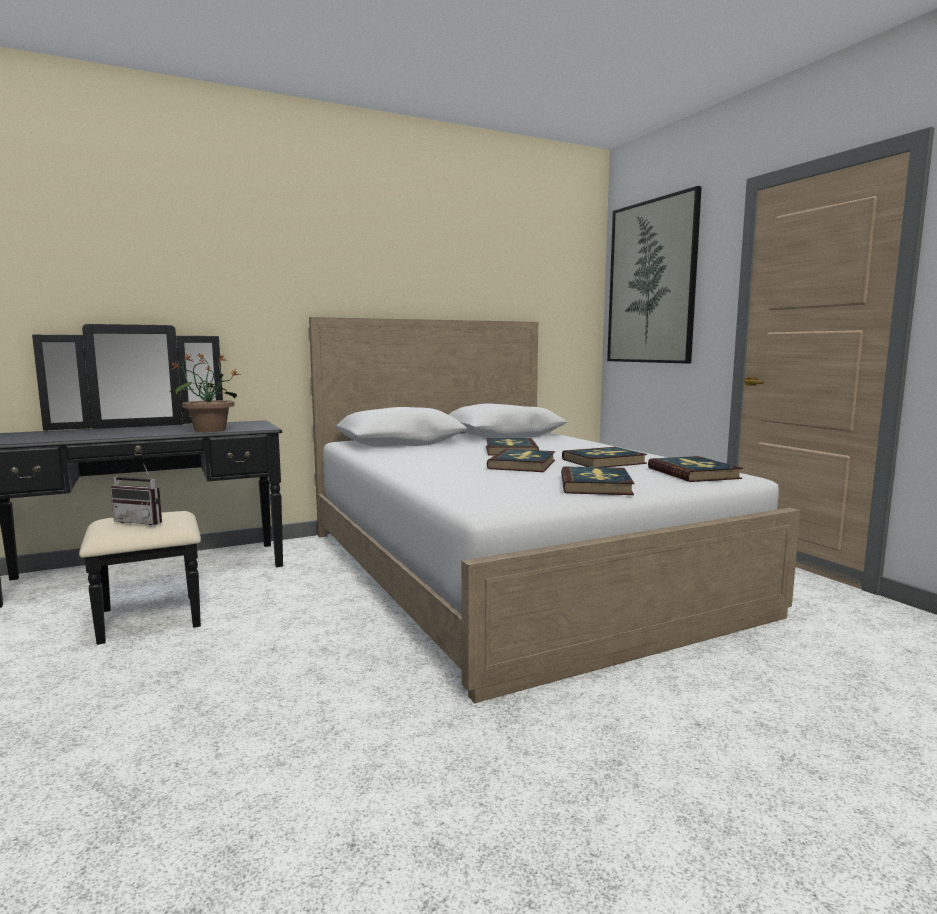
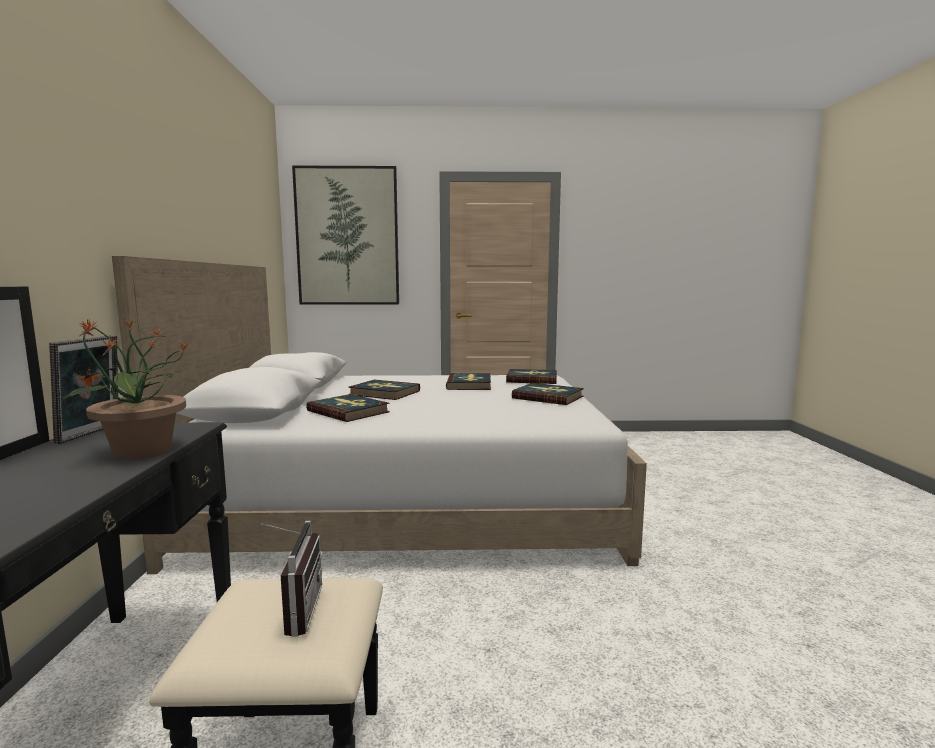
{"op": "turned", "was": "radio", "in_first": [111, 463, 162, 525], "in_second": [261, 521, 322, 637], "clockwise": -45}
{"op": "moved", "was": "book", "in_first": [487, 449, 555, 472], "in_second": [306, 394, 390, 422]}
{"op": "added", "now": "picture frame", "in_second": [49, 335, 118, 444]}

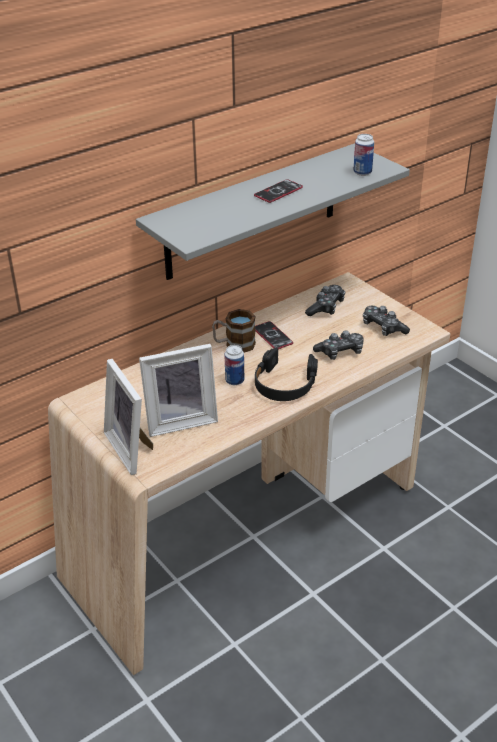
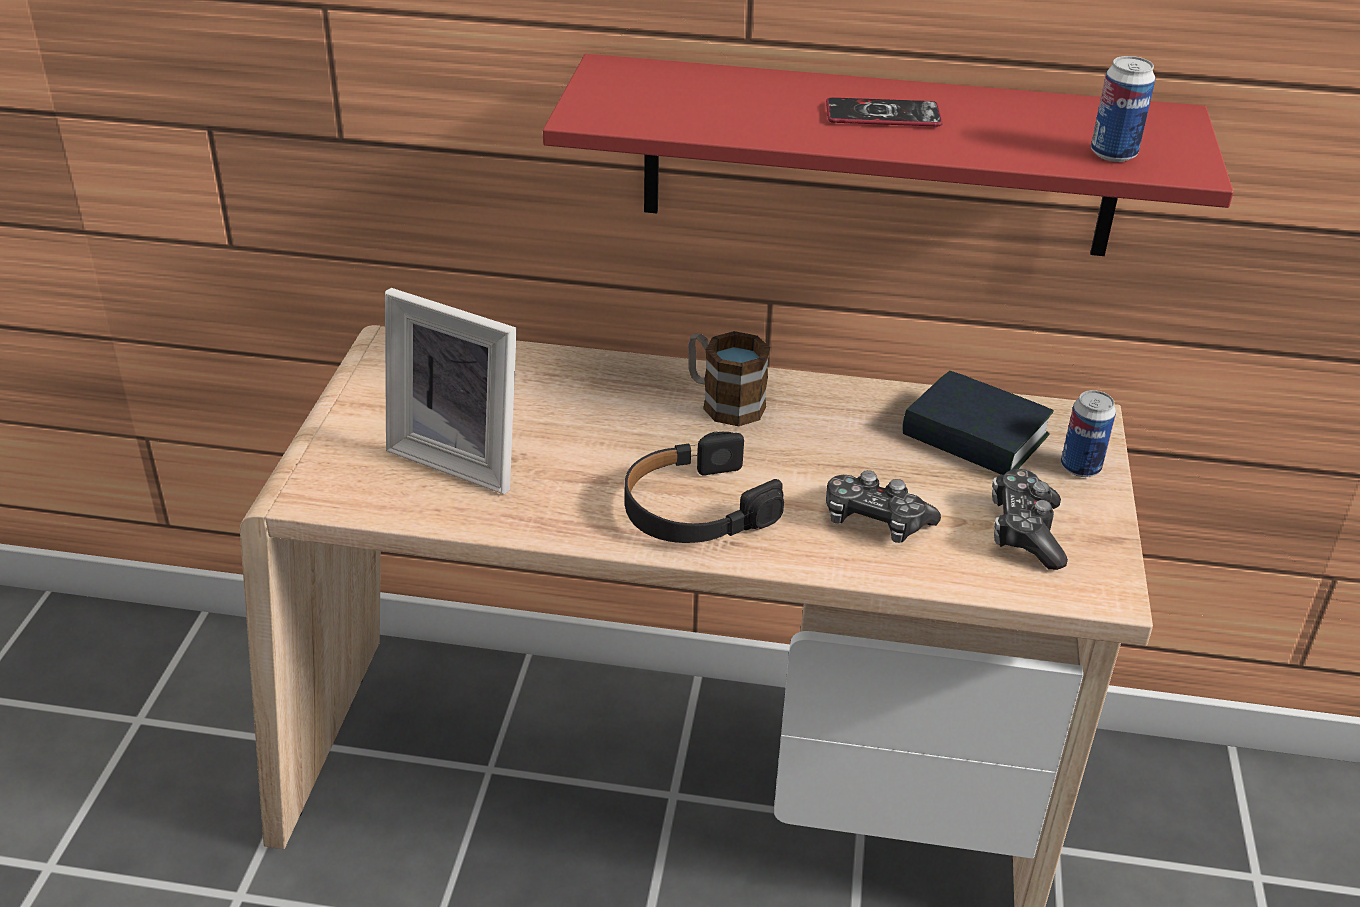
{"op": "removed", "was": "picture frame", "in_first": [104, 359, 153, 475]}
{"op": "recoloured", "was": "shelf/grey", "now": "shelf/red", "in_first": [136, 144, 410, 280], "in_second": [543, 54, 1234, 256]}
{"op": "moved", "was": "can", "in_first": [224, 345, 244, 385], "in_second": [1061, 390, 1116, 477]}
{"op": "removed", "was": "phone", "in_first": [255, 321, 293, 349]}
{"op": "replaced", "was": "game controller", "now": "book", "in_first": [305, 285, 345, 316], "in_second": [902, 371, 1054, 475]}

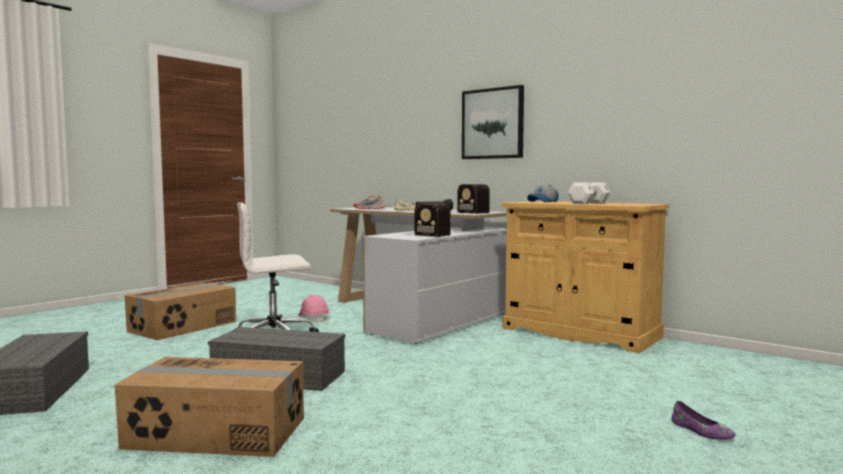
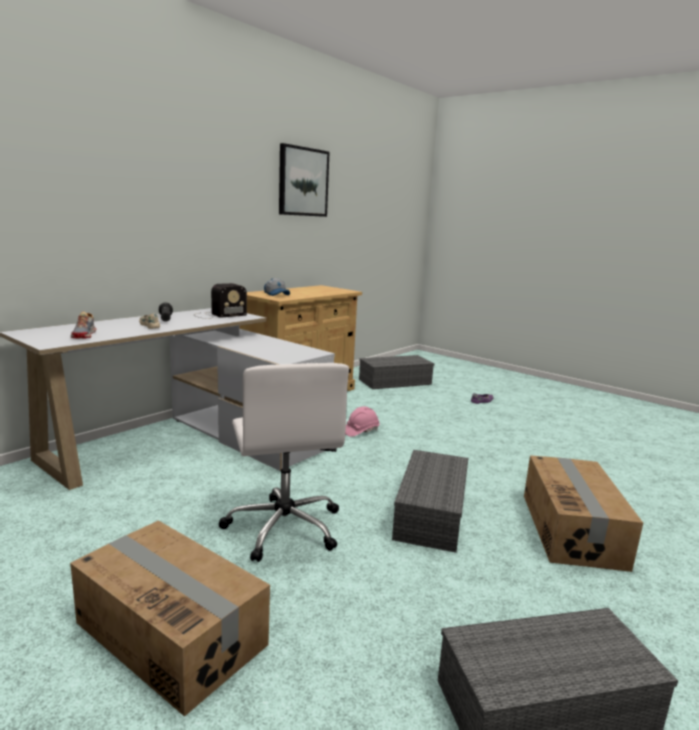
{"op": "moved", "was": "hard hat/pink", "in_first": [298, 295, 329, 322], "in_second": [345, 407, 379, 437]}
{"op": "removed", "was": "radio", "in_first": [404, 203, 451, 237]}
{"op": "moved", "was": "picture", "in_first": [462, 85, 524, 159], "in_second": [279, 143, 330, 217]}
{"op": "removed", "was": "dumbbell/white", "in_first": [568, 182, 610, 204]}
{"op": "added", "now": "storage box/grey", "in_second": [359, 355, 434, 389]}

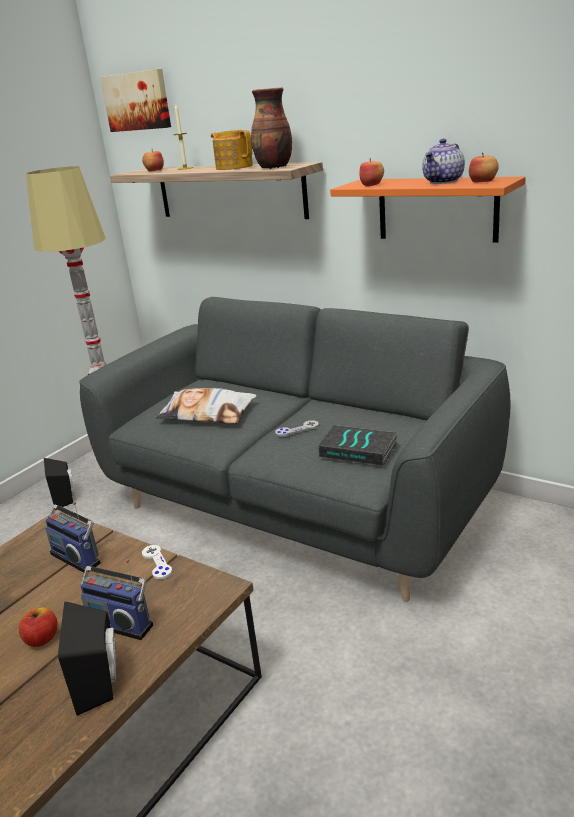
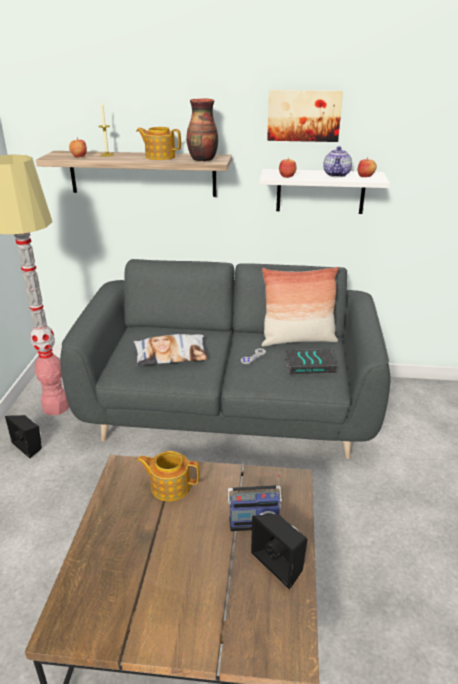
{"op": "removed", "was": "apple", "in_first": [19, 607, 57, 647]}
{"op": "replaced", "was": "radio", "now": "teapot", "in_first": [45, 502, 101, 573], "in_second": [137, 451, 200, 501]}
{"op": "moved", "was": "picture", "in_first": [100, 69, 171, 132], "in_second": [267, 90, 343, 142]}
{"op": "removed", "was": "game controller/white", "in_first": [142, 545, 172, 579]}
{"op": "recoloured", "was": "shelf/orange", "now": "shelf/white", "in_first": [330, 177, 526, 243], "in_second": [260, 169, 390, 214]}
{"op": "added", "now": "pillow", "in_second": [262, 267, 339, 346]}

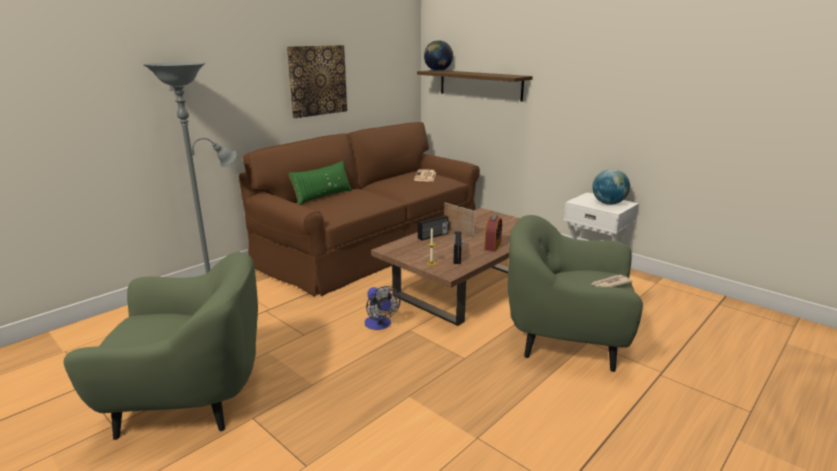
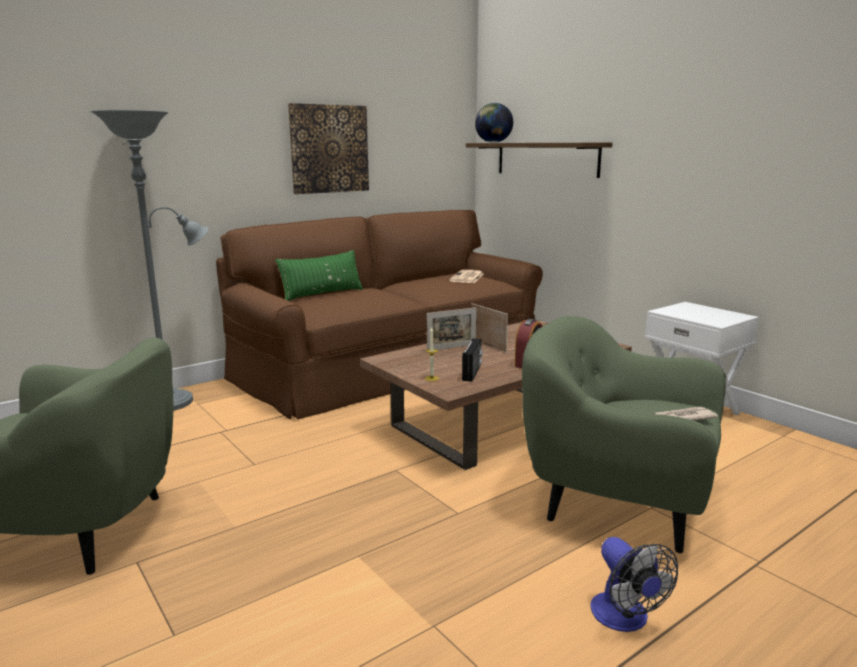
{"op": "moved", "was": "fan", "in_first": [365, 286, 401, 330], "in_second": [591, 537, 678, 632]}
{"op": "replaced", "was": "radio", "now": "picture frame", "in_first": [418, 215, 449, 241], "in_second": [427, 307, 477, 350]}
{"op": "removed", "was": "globe", "in_first": [592, 169, 630, 205]}

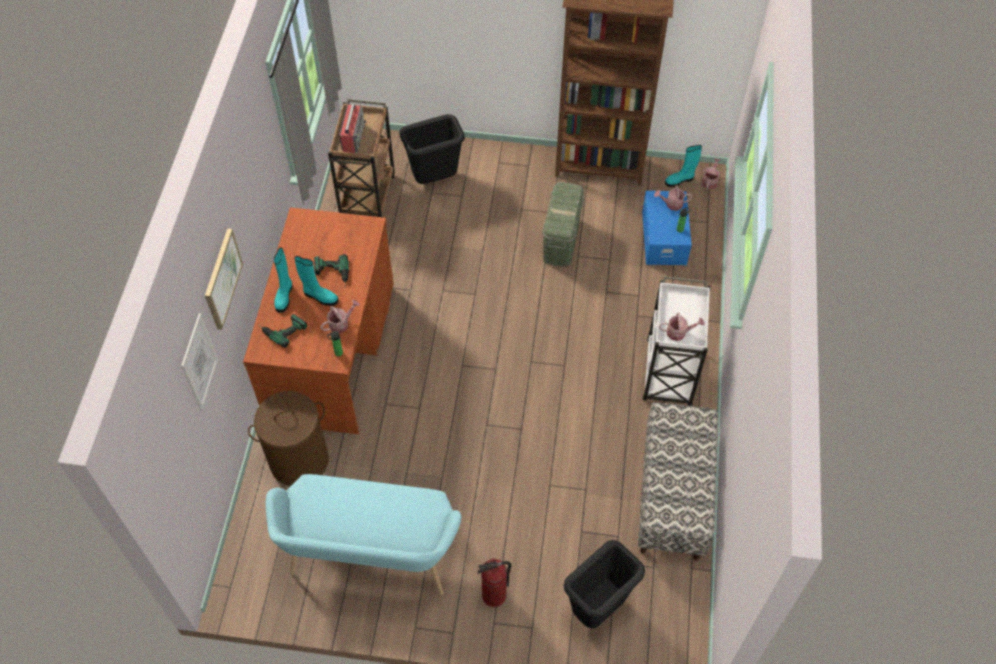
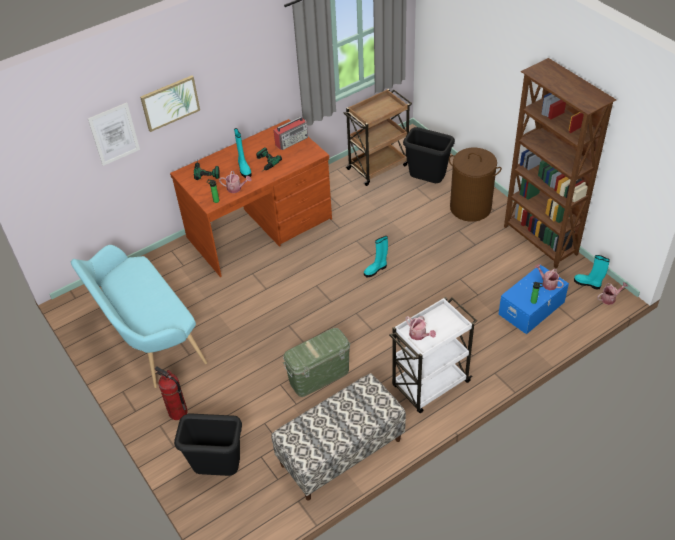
{"op": "moved", "was": "laundry basket/brown", "in_first": [248, 391, 329, 486], "in_second": [449, 148, 502, 222]}
{"op": "moved", "was": "boot/turquoise", "in_first": [274, 247, 293, 313], "in_second": [364, 236, 388, 277]}
{"op": "moved", "was": "radio", "in_first": [339, 102, 366, 153], "in_second": [274, 117, 308, 150]}
{"op": "moved", "was": "storage box/green", "in_first": [542, 182, 584, 267], "in_second": [283, 328, 351, 397]}

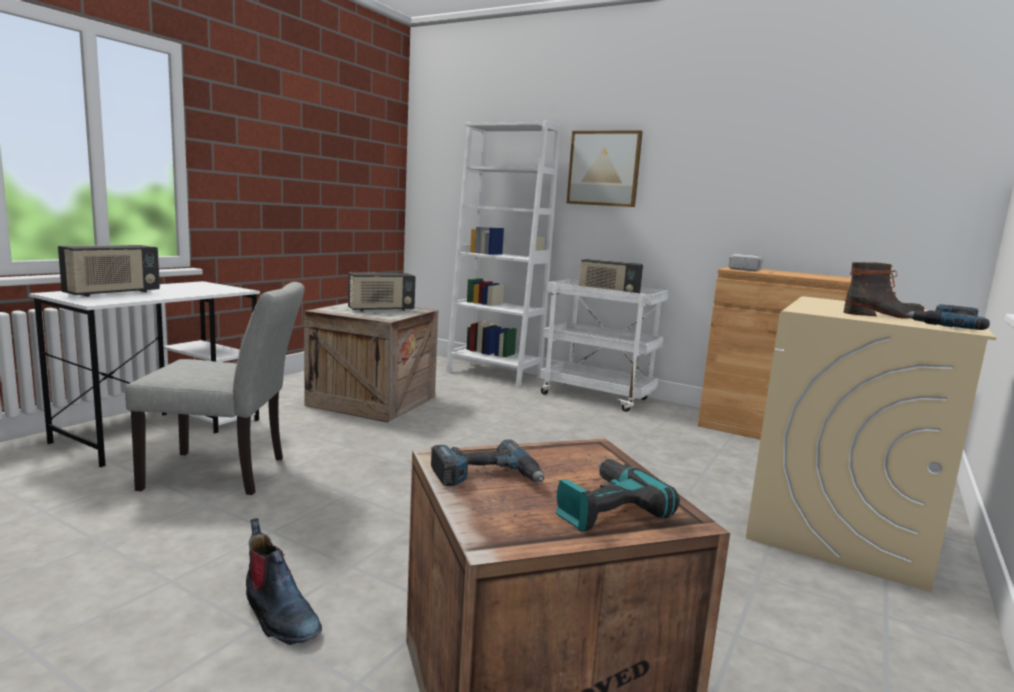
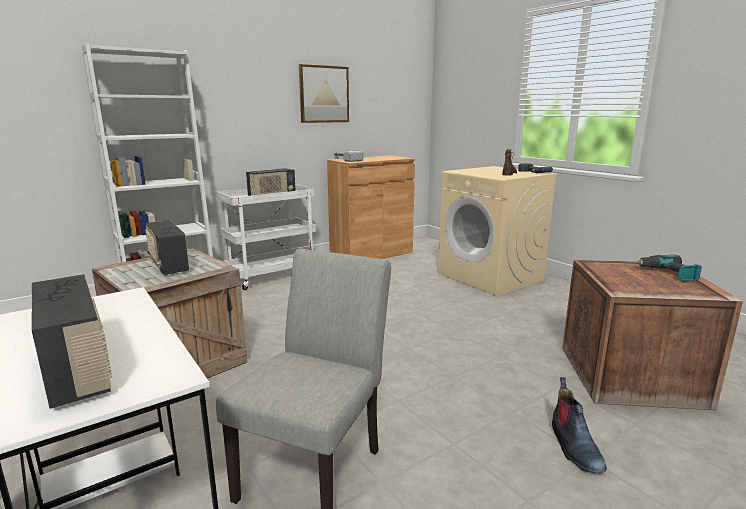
{"op": "turned", "was": "boot", "in_first": [246, 518, 322, 645], "in_second": [552, 377, 607, 474], "clockwise": 105}
{"op": "turned", "was": "radio", "in_first": [348, 273, 415, 312], "in_second": [145, 220, 189, 275], "clockwise": 150}
{"op": "removed", "was": "power drill", "in_first": [431, 439, 544, 486]}
{"op": "moved", "was": "picture", "in_first": [567, 130, 643, 207], "in_second": [299, 64, 349, 123]}

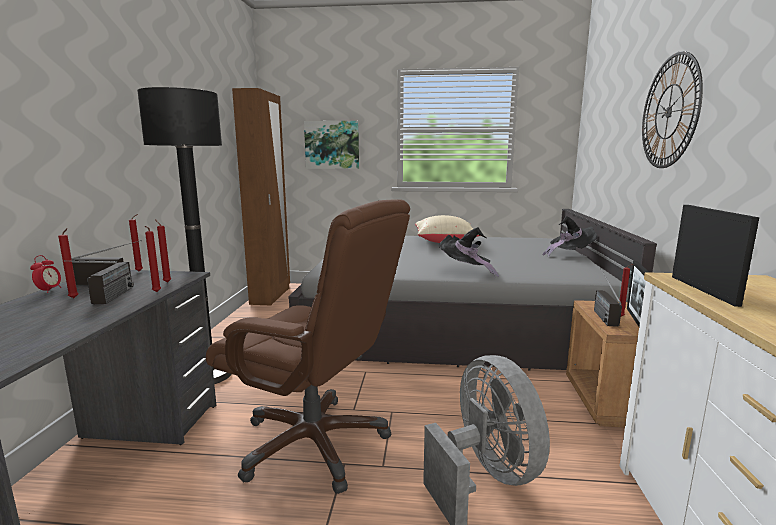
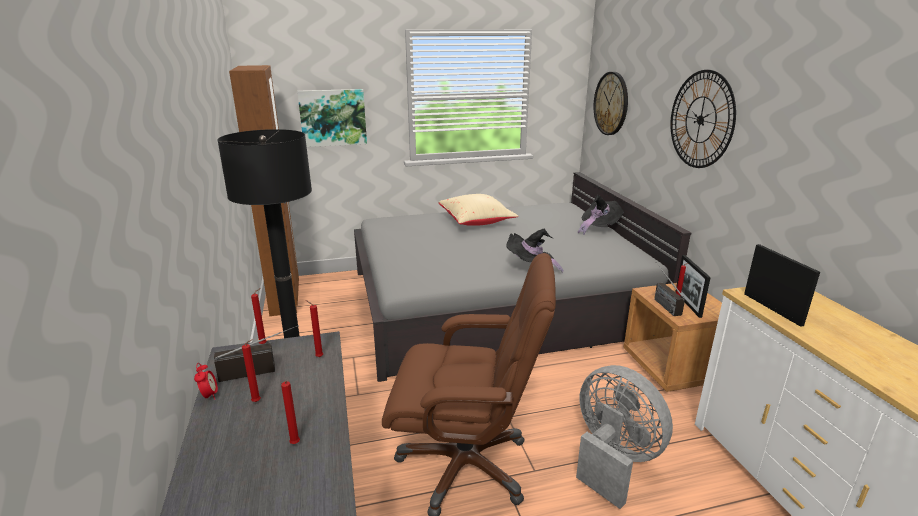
{"op": "removed", "was": "radio", "in_first": [64, 260, 134, 304]}
{"op": "moved", "was": "candle/red", "in_first": [145, 226, 161, 292], "in_second": [281, 380, 300, 444]}
{"op": "added", "now": "wall clock", "in_second": [594, 72, 628, 135]}

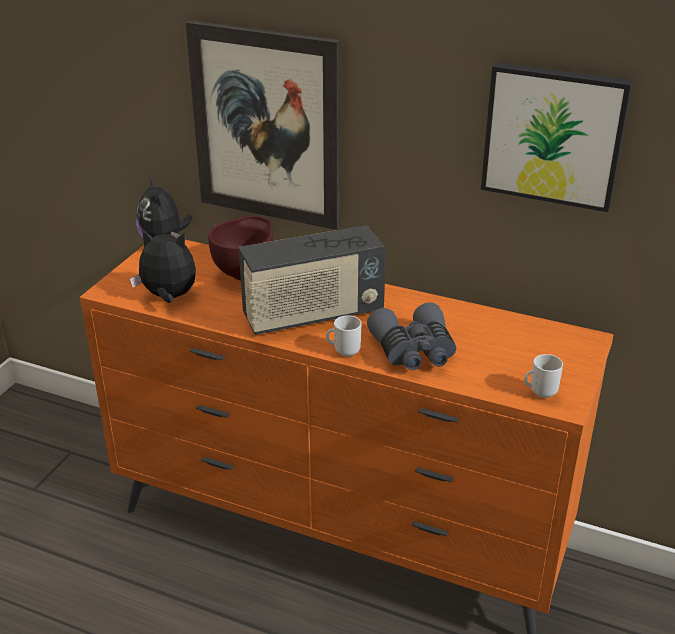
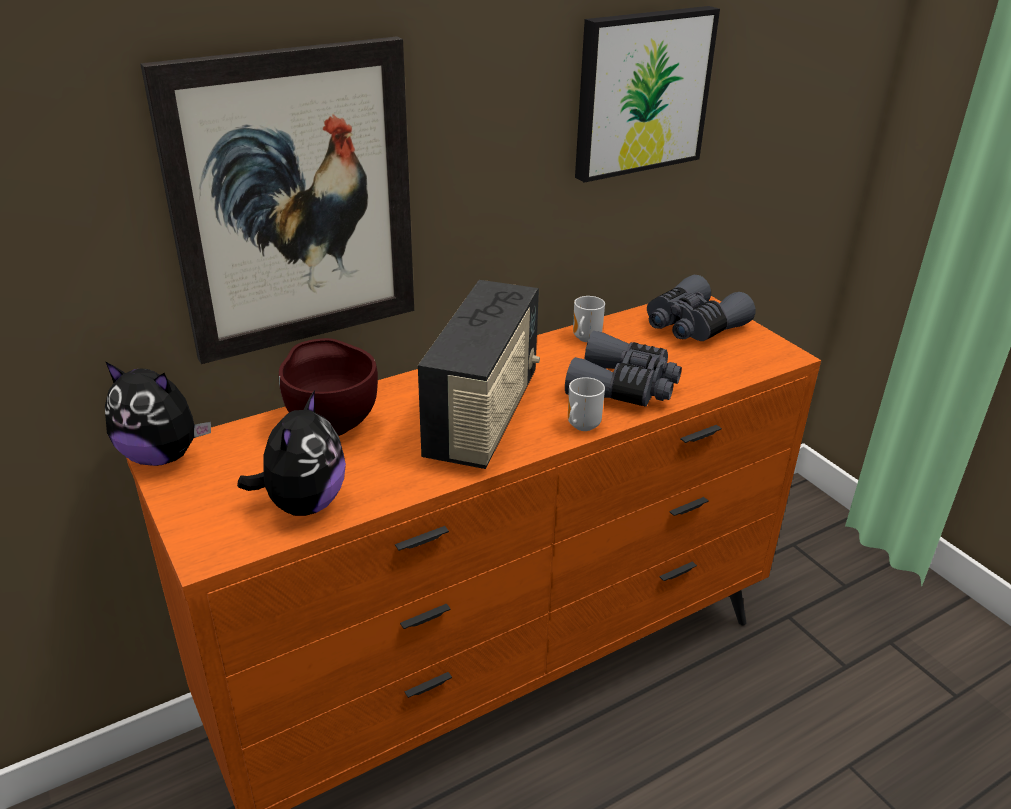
{"op": "turned", "was": "plush toy", "in_first": [130, 229, 196, 303], "in_second": [237, 390, 346, 516], "clockwise": 150}
{"op": "moved", "was": "mug", "in_first": [524, 354, 563, 398], "in_second": [573, 296, 605, 342]}
{"op": "added", "now": "binoculars/grey", "in_second": [647, 275, 756, 341]}

